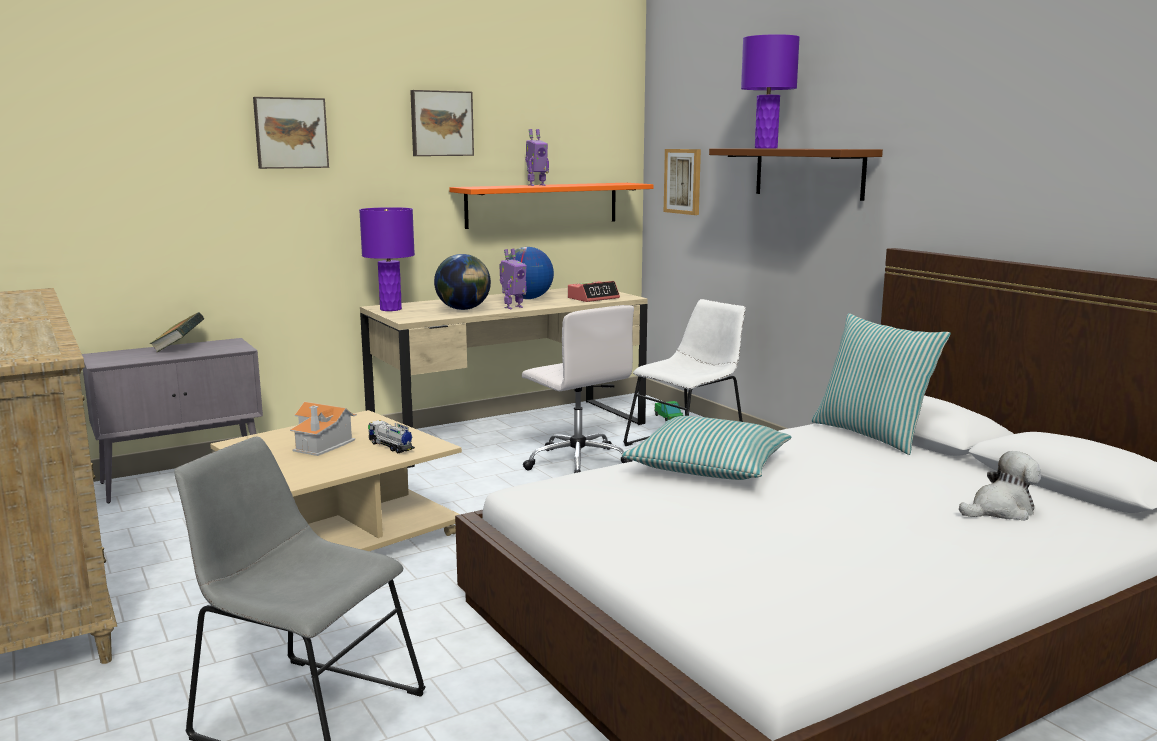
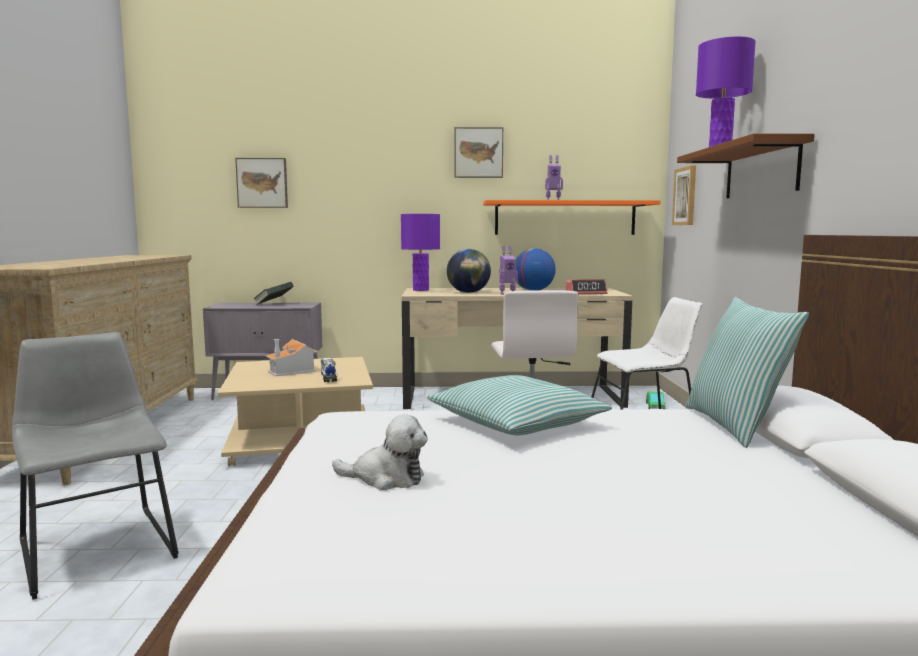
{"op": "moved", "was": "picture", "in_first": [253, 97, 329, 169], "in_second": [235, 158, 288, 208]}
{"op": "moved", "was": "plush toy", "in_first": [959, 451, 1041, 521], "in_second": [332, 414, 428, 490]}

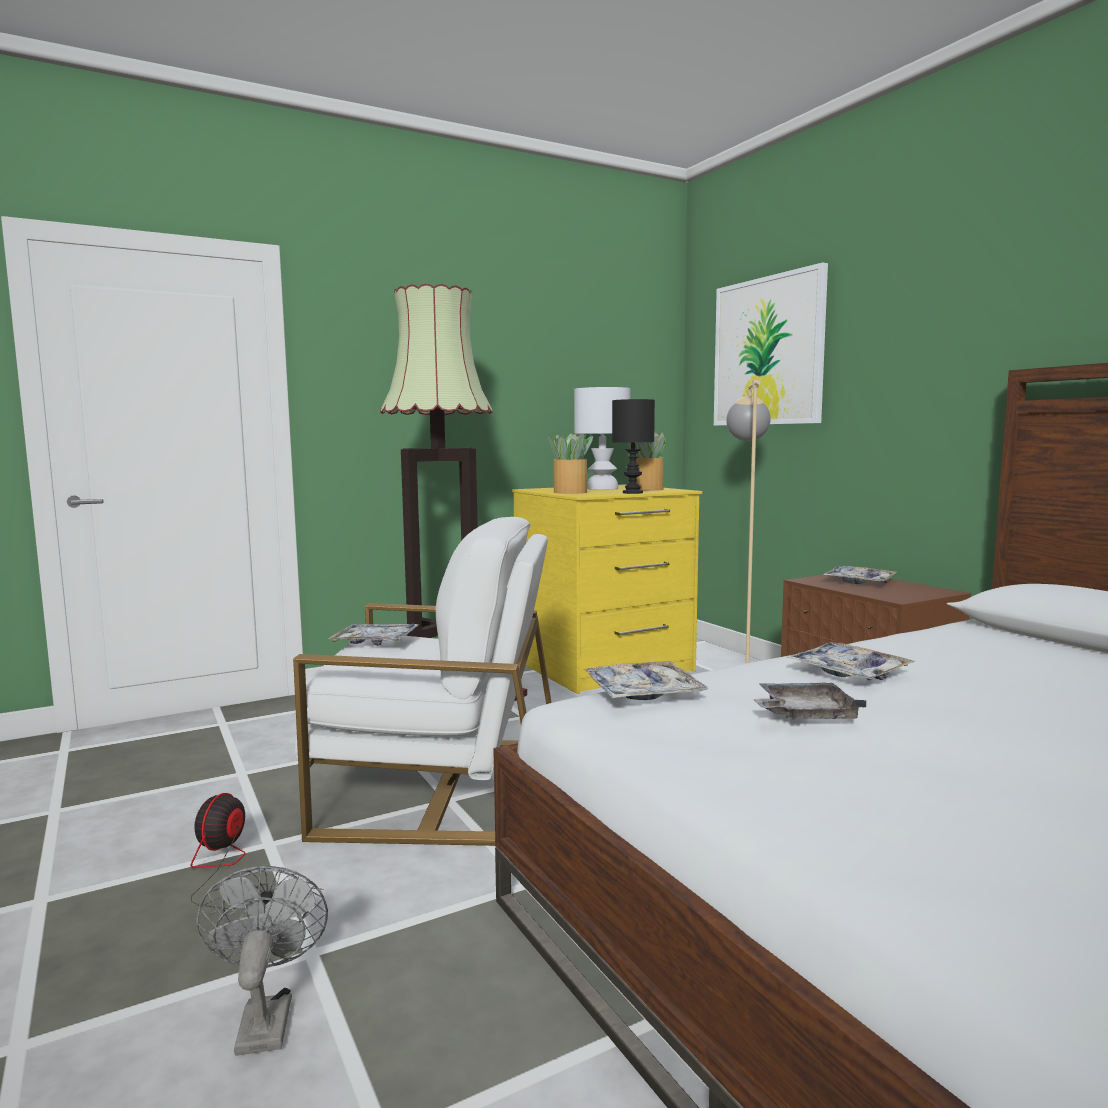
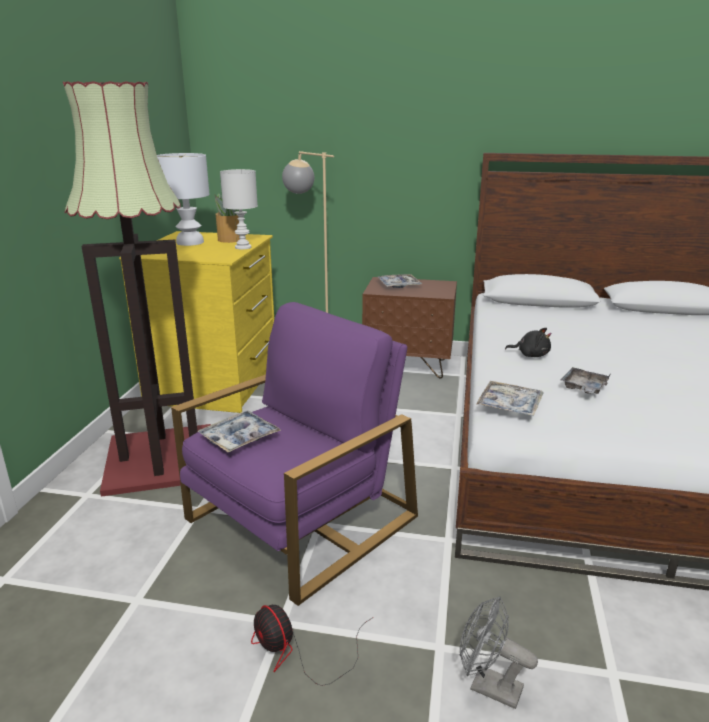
{"op": "recoloured", "was": "armchair/white", "now": "armchair/purple", "in_first": [293, 517, 552, 846], "in_second": [171, 302, 418, 606]}
{"op": "removed", "was": "potted plant", "in_first": [548, 433, 593, 494]}
{"op": "recoloured", "was": "table lamp/black", "now": "table lamp/white", "in_first": [612, 399, 655, 494], "in_second": [220, 169, 258, 249]}
{"op": "removed", "was": "picture", "in_first": [714, 262, 828, 426]}
{"op": "replaced", "was": "tray", "now": "plush toy/black", "in_first": [786, 642, 915, 681], "in_second": [505, 328, 551, 357]}

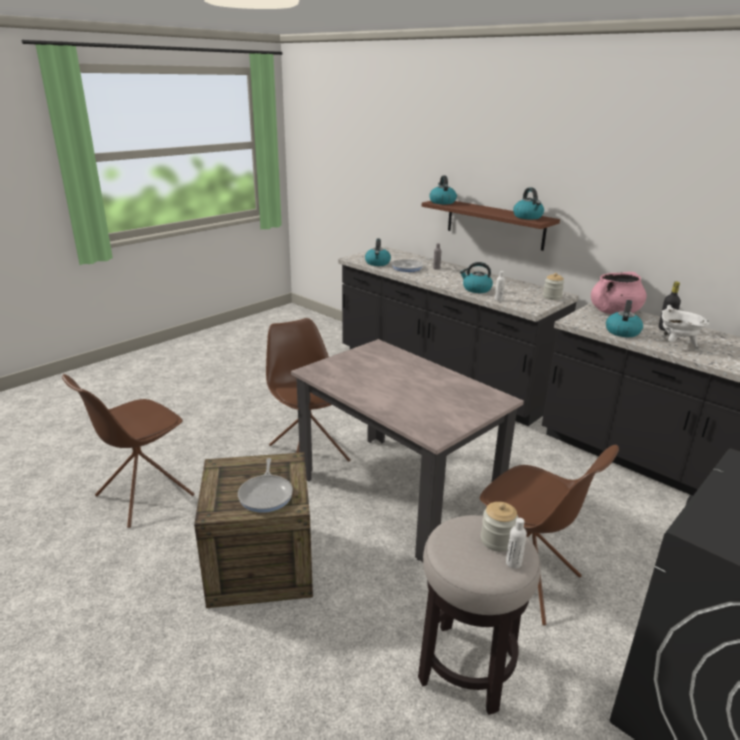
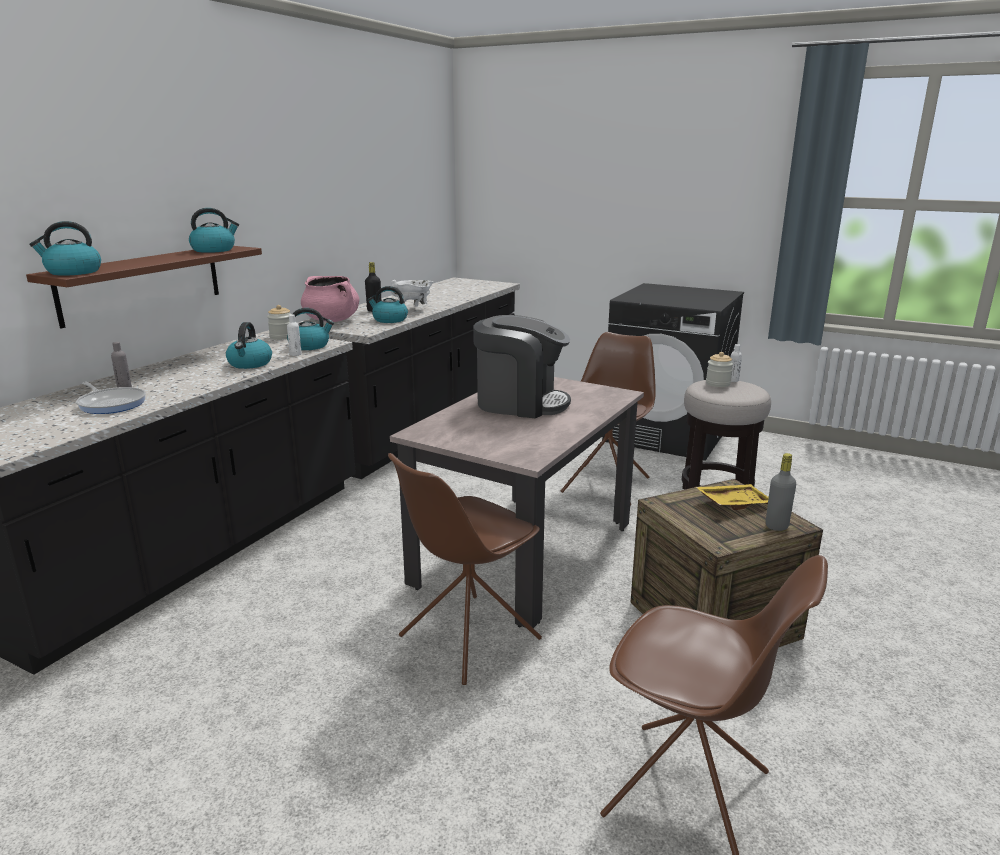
{"op": "replaced", "was": "frying pan", "now": "tray/yellow", "in_first": [238, 458, 293, 513], "in_second": [696, 484, 769, 510]}
{"op": "moved", "was": "kettle", "in_first": [365, 238, 391, 266], "in_second": [287, 308, 334, 350]}
{"op": "added", "now": "coffee machine", "in_second": [473, 315, 571, 418]}
{"op": "added", "now": "bottle/grey", "in_second": [766, 453, 796, 531]}

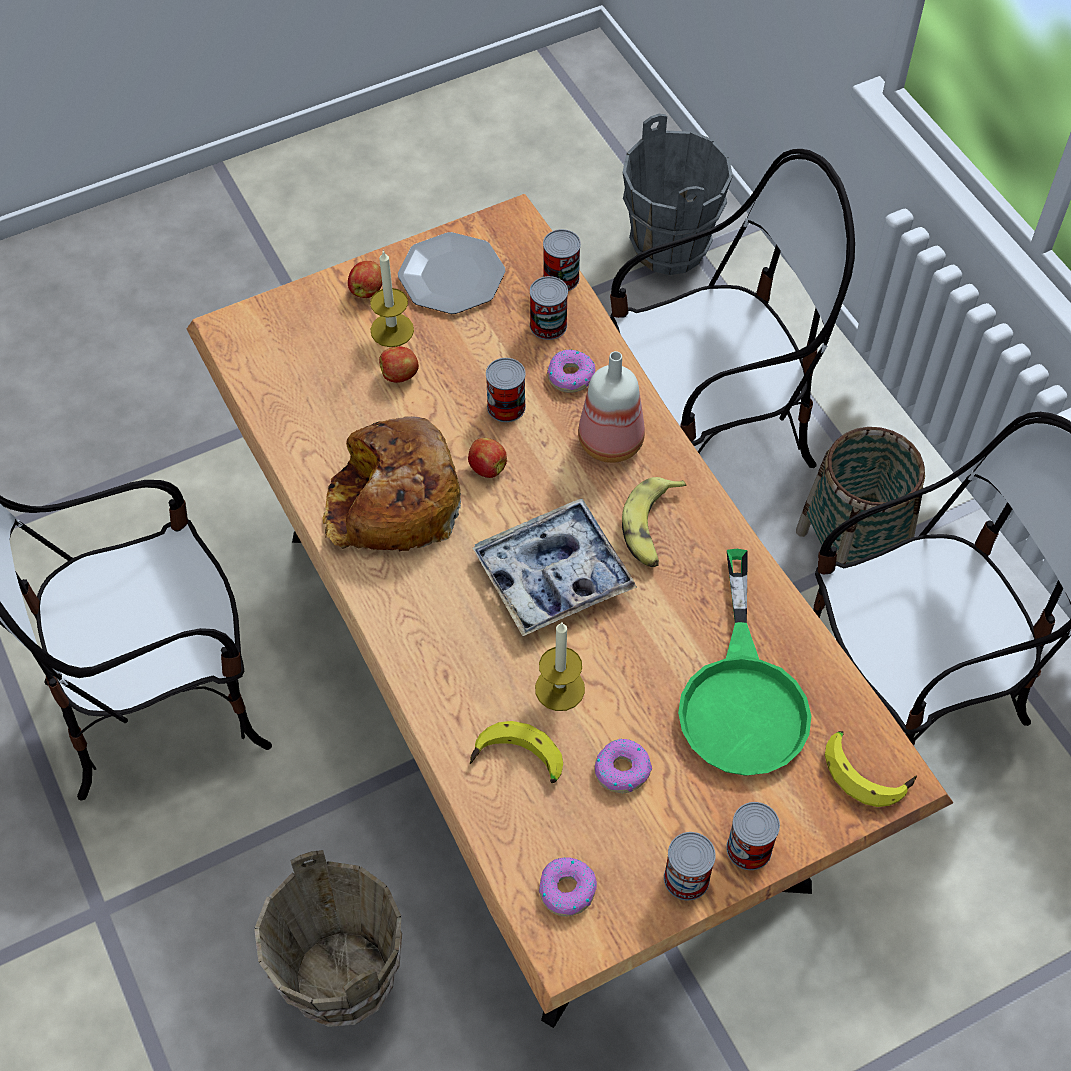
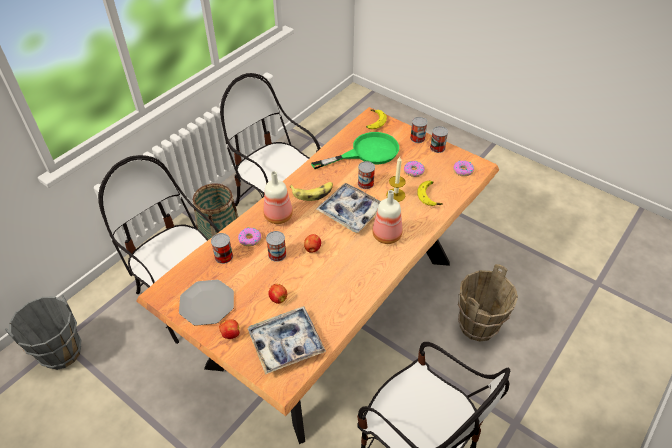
{"op": "removed", "was": "bread", "in_first": [323, 416, 461, 551]}
{"op": "removed", "was": "candle", "in_first": [370, 250, 414, 347]}
{"op": "moved", "was": "can", "in_first": [543, 229, 581, 291], "in_second": [358, 161, 375, 189]}
{"op": "added", "now": "tray", "in_second": [247, 306, 326, 375]}
{"op": "added", "now": "bottle", "in_second": [372, 190, 402, 244]}

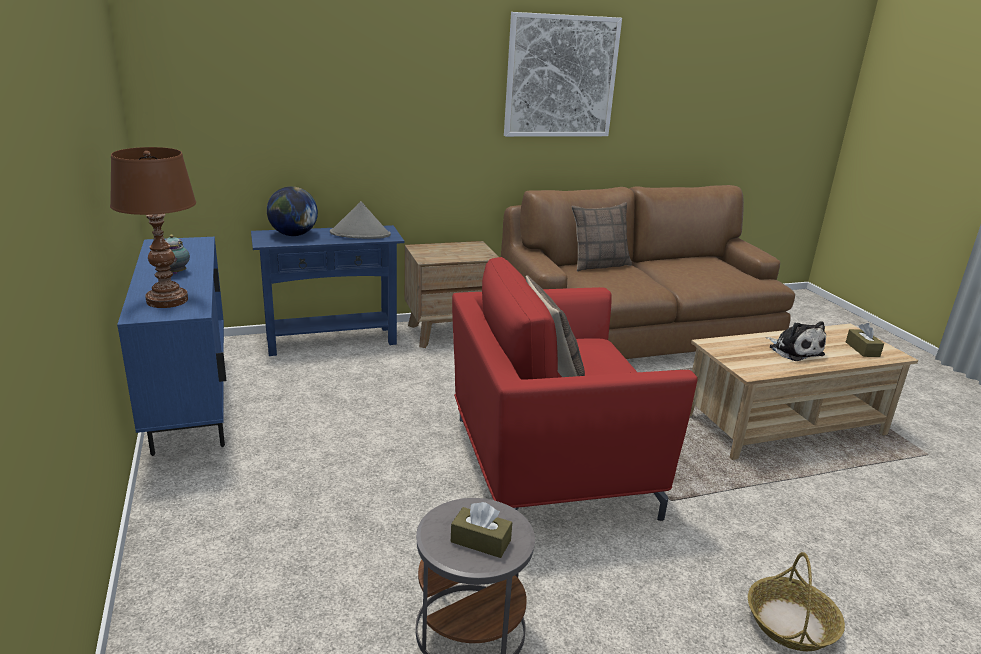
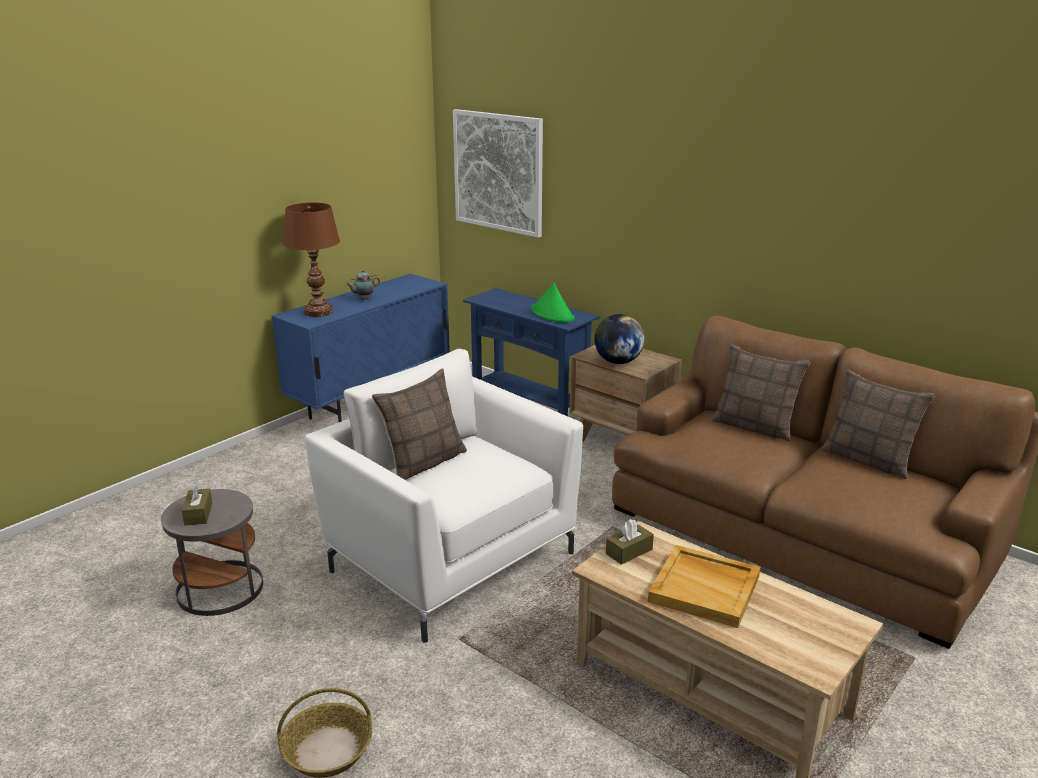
{"op": "moved", "was": "globe", "in_first": [267, 186, 318, 236], "in_second": [594, 314, 645, 364]}
{"op": "recoloured", "was": "hat/grey", "now": "hat/green", "in_first": [330, 201, 391, 239], "in_second": [531, 283, 575, 323]}
{"op": "recoloured", "was": "armchair/red", "now": "armchair/white", "in_first": [452, 257, 698, 521], "in_second": [305, 349, 583, 643]}
{"op": "moved", "was": "picture", "in_first": [504, 12, 622, 137], "in_second": [453, 109, 543, 238]}
{"op": "replaced", "was": "plush toy", "now": "tray/beige", "in_first": [766, 321, 826, 361], "in_second": [648, 545, 760, 628]}
{"op": "moved", "was": "tissue box/brown", "in_first": [846, 323, 884, 357], "in_second": [606, 519, 654, 565]}
{"op": "added", "now": "pillow", "in_second": [822, 370, 935, 479]}

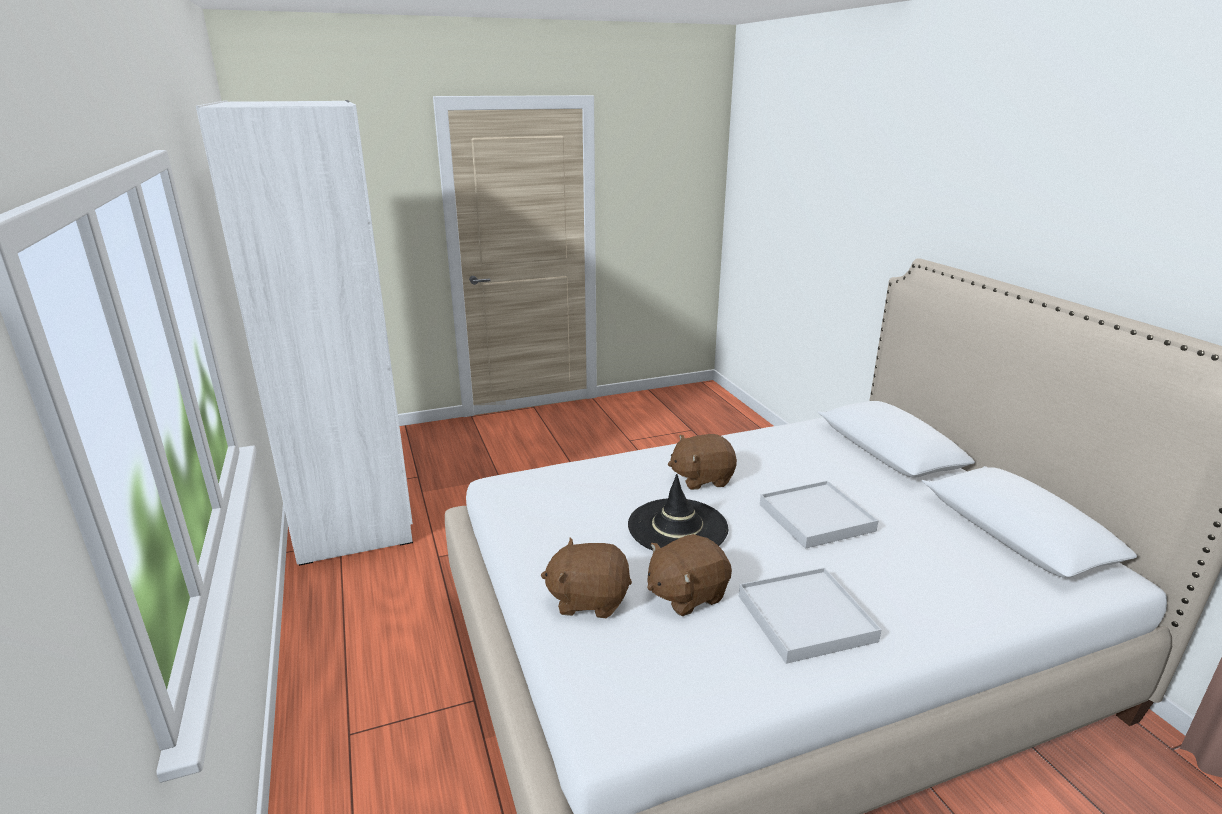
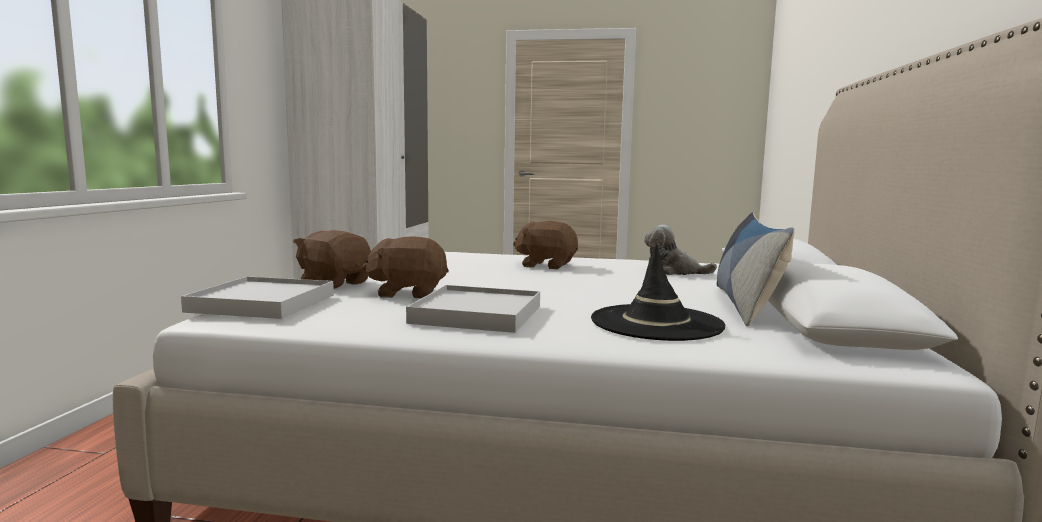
{"op": "moved", "was": "hat/black", "in_first": [628, 474, 729, 551], "in_second": [591, 244, 725, 341]}
{"op": "moved", "was": "tray/white", "in_first": [760, 481, 879, 549], "in_second": [181, 276, 334, 319]}
{"op": "added", "now": "plush toy", "in_second": [644, 225, 717, 275]}
{"op": "added", "now": "pillow", "in_second": [717, 213, 795, 327]}

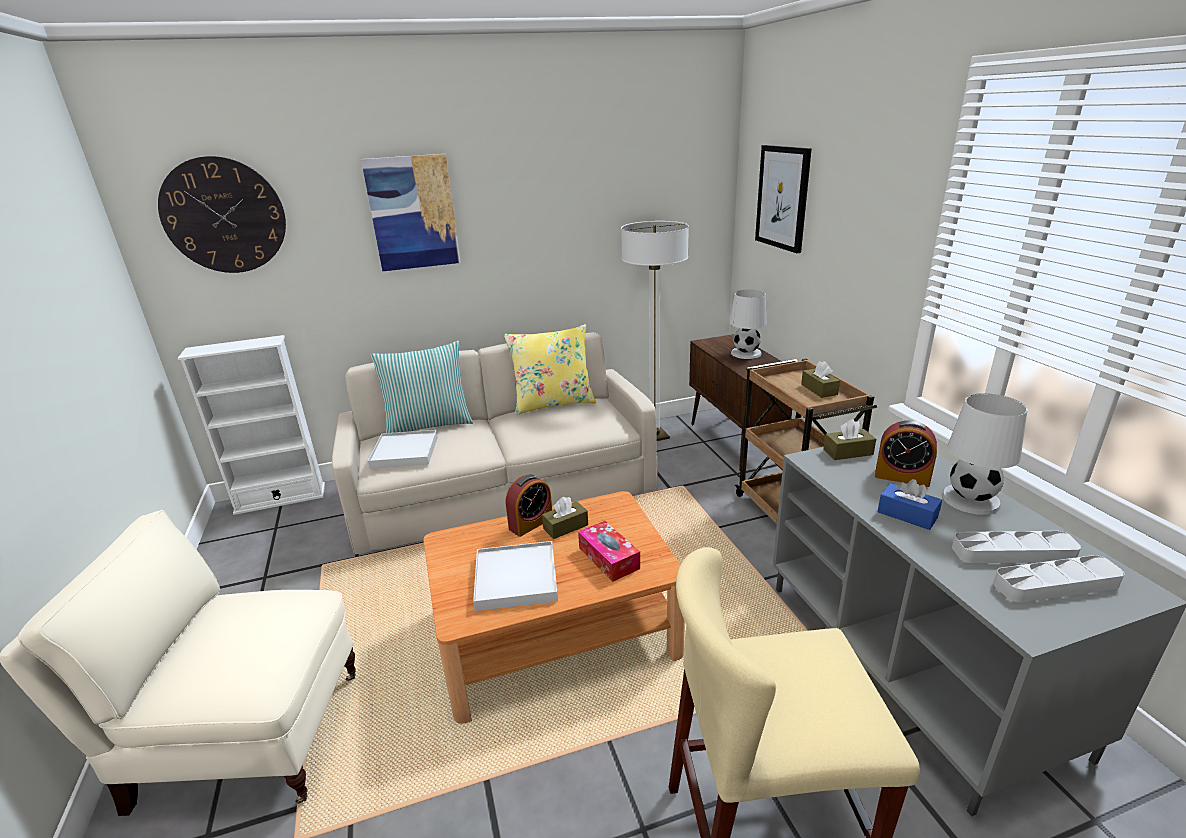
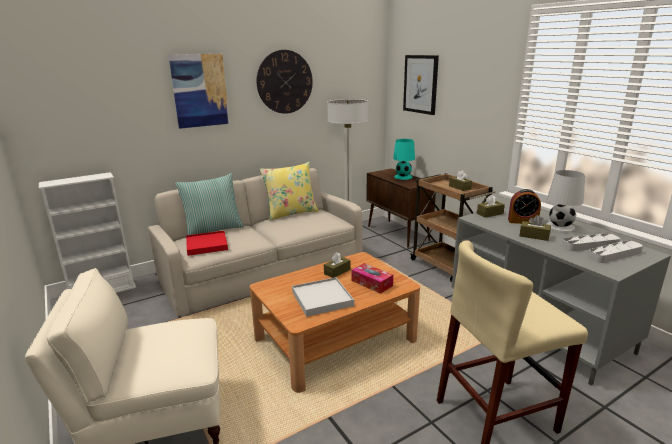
{"op": "moved", "was": "wall clock", "in_first": [158, 156, 286, 273], "in_second": [257, 50, 313, 114]}
{"op": "recoloured", "was": "tray/white", "now": "tray/red", "in_first": [368, 430, 438, 469], "in_second": [186, 231, 228, 256]}
{"op": "removed", "was": "alarm clock", "in_first": [506, 474, 552, 537]}
{"op": "recoloured", "was": "table lamp/white", "now": "table lamp/turquoise", "in_first": [730, 290, 767, 359], "in_second": [393, 139, 415, 180]}
{"op": "recoloured", "was": "tissue box/blue", "now": "tissue box/brown", "in_first": [878, 479, 942, 530], "in_second": [519, 215, 551, 241]}

